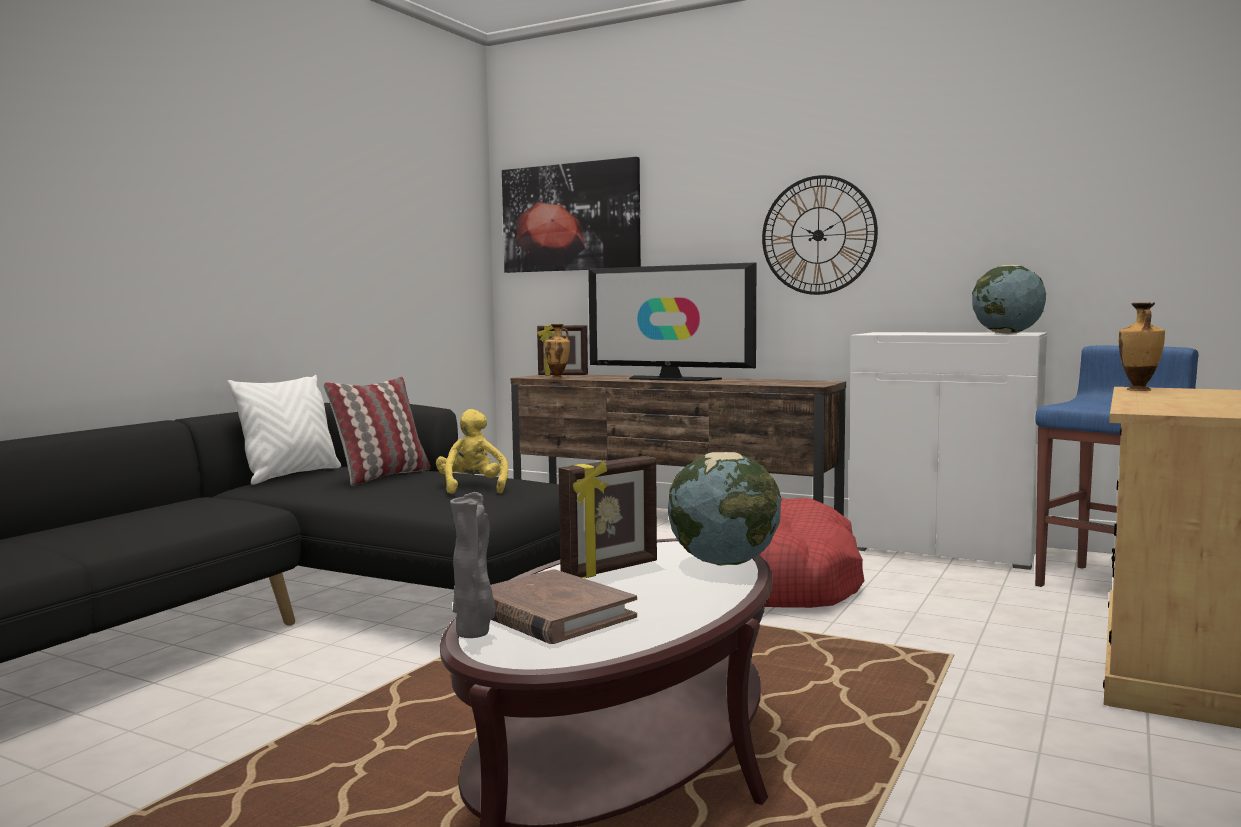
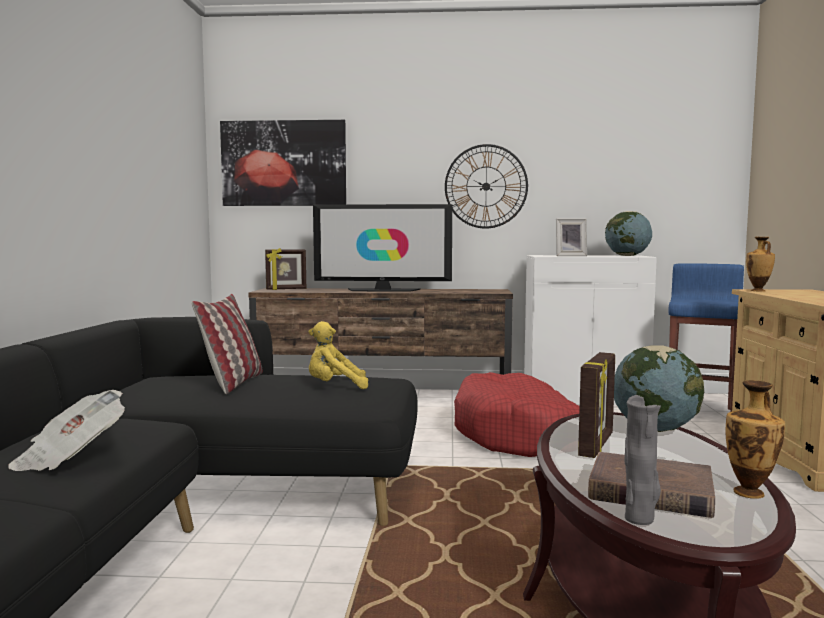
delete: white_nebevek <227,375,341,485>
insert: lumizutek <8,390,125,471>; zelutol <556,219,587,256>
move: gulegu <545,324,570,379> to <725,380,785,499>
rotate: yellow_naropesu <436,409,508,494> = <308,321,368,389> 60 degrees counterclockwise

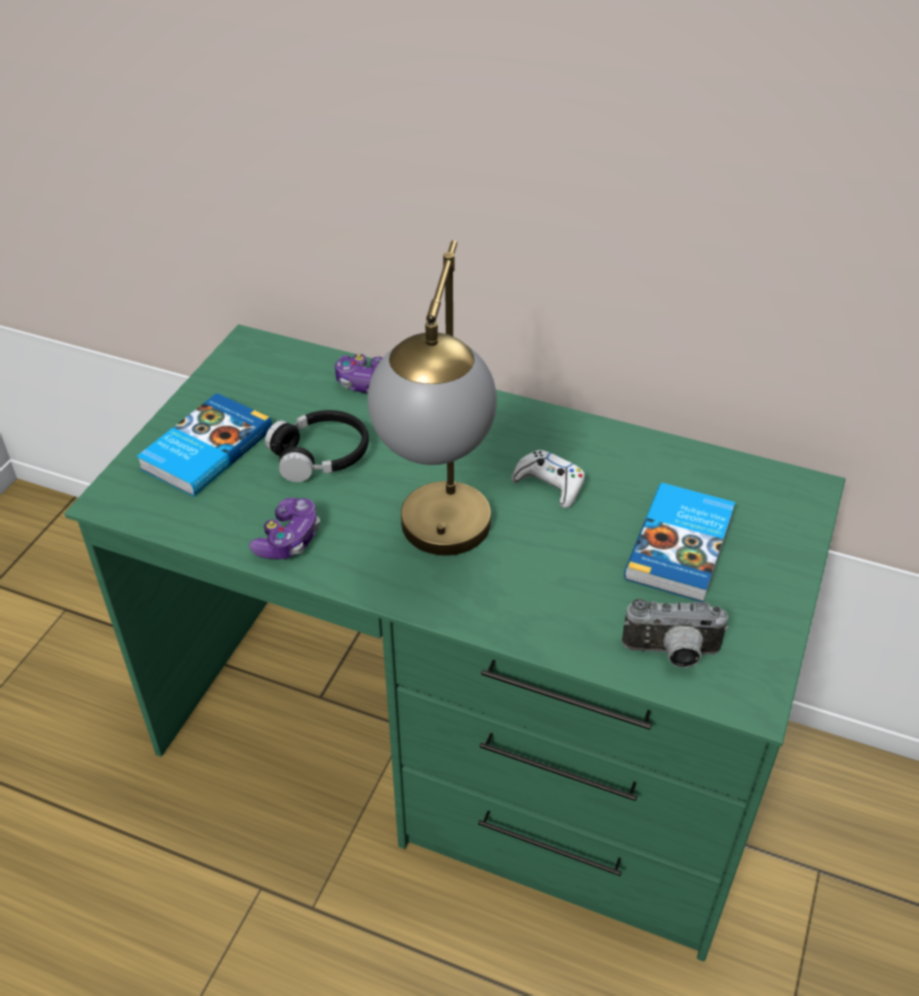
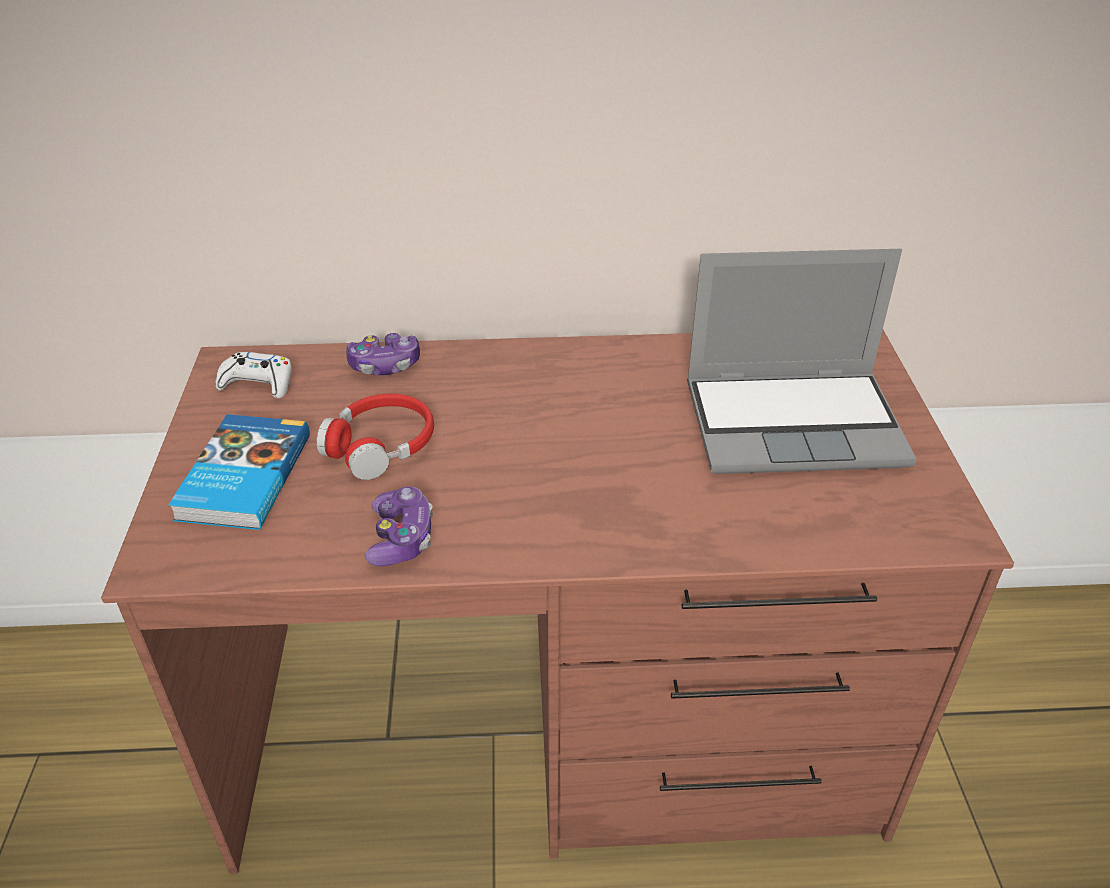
delete: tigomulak <368,240,497,556>; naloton <622,599,729,668>
move: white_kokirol <511,450,585,508> to <215,352,292,399>
replace: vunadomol <624,483,735,602> to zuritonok <687,249,917,474>
recolor: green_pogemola <64,324,846,961> to brown_pogemola <101,330,1014,874>; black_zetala <265,410,369,482> to red_zetala <316,393,434,480>

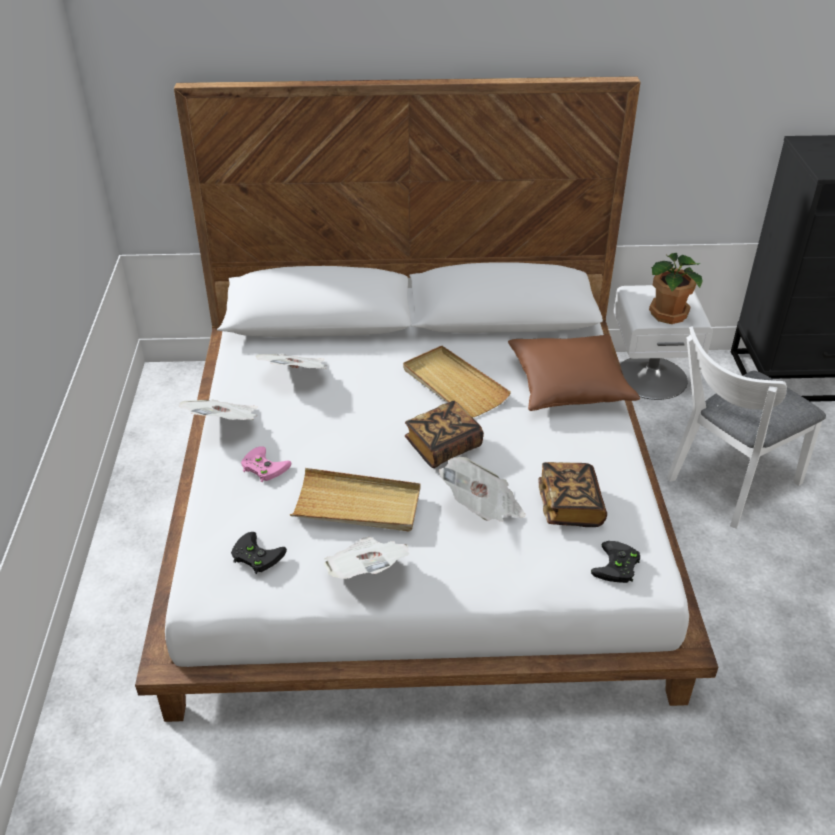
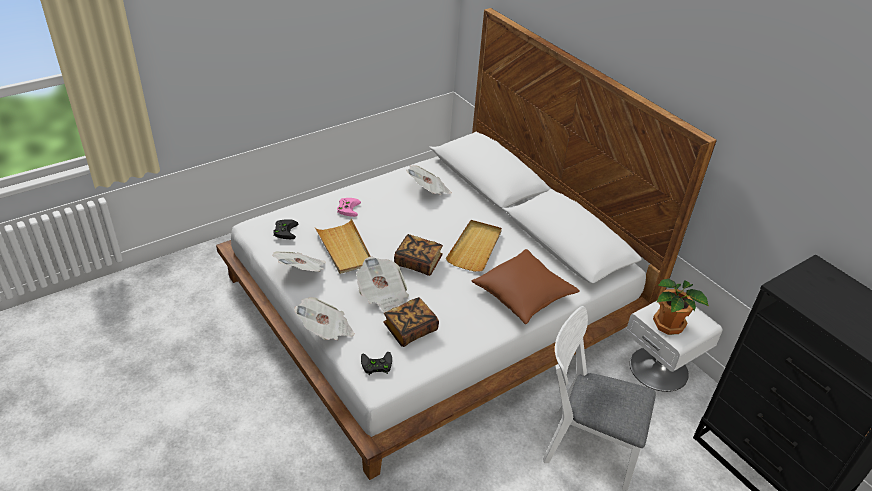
move: lumizutek <179,400,258,420> to <294,297,355,340>

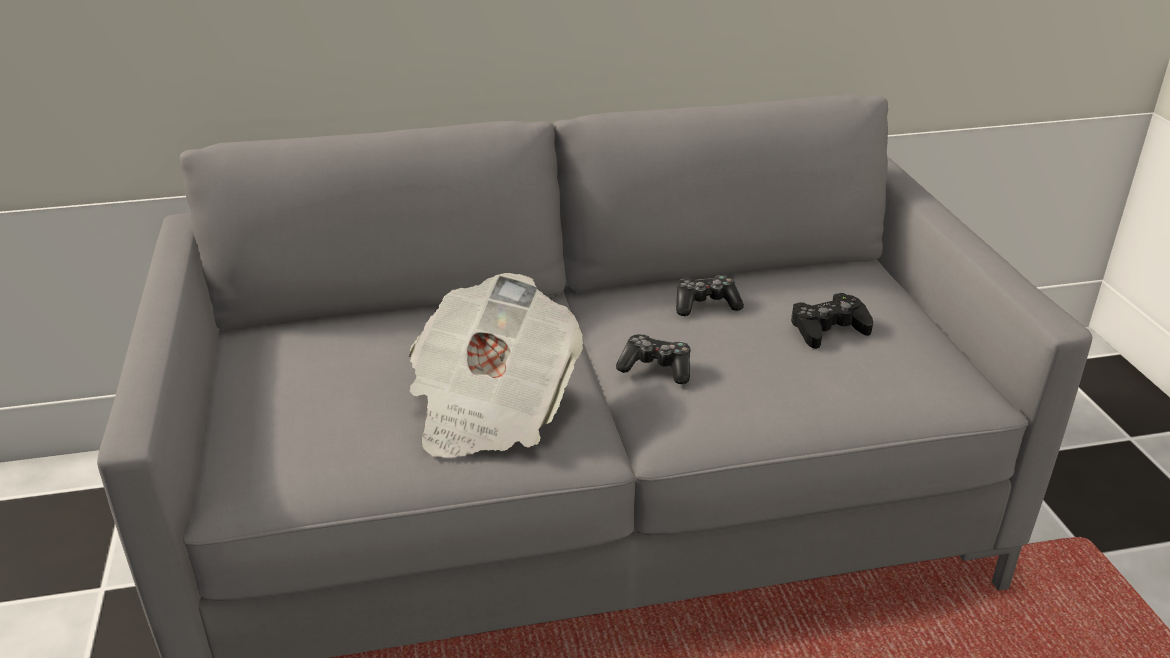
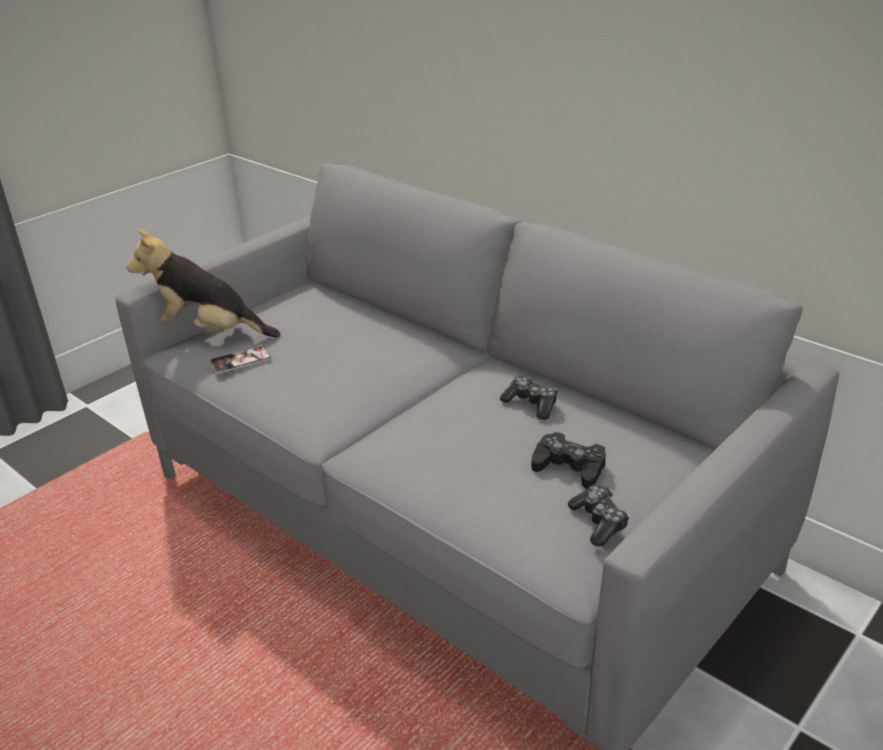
delete: lumizutek <409,273,583,458>
insert: naropesu <126,229,280,338>; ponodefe <210,345,272,374>
move: kokirol <616,334,691,384> to <568,485,630,547>

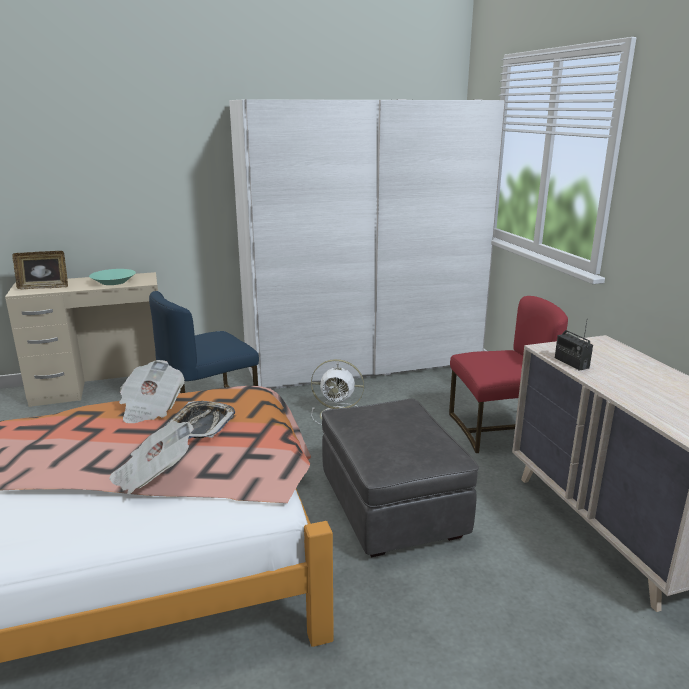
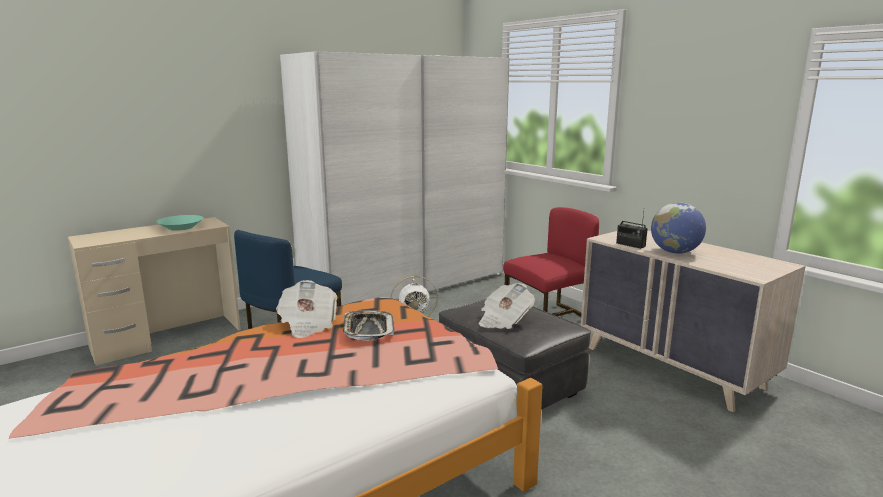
delete: zelutol <12,251,68,289>
insert: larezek <651,203,706,254>
move: lumizutek <109,421,194,494> to <479,283,535,329>

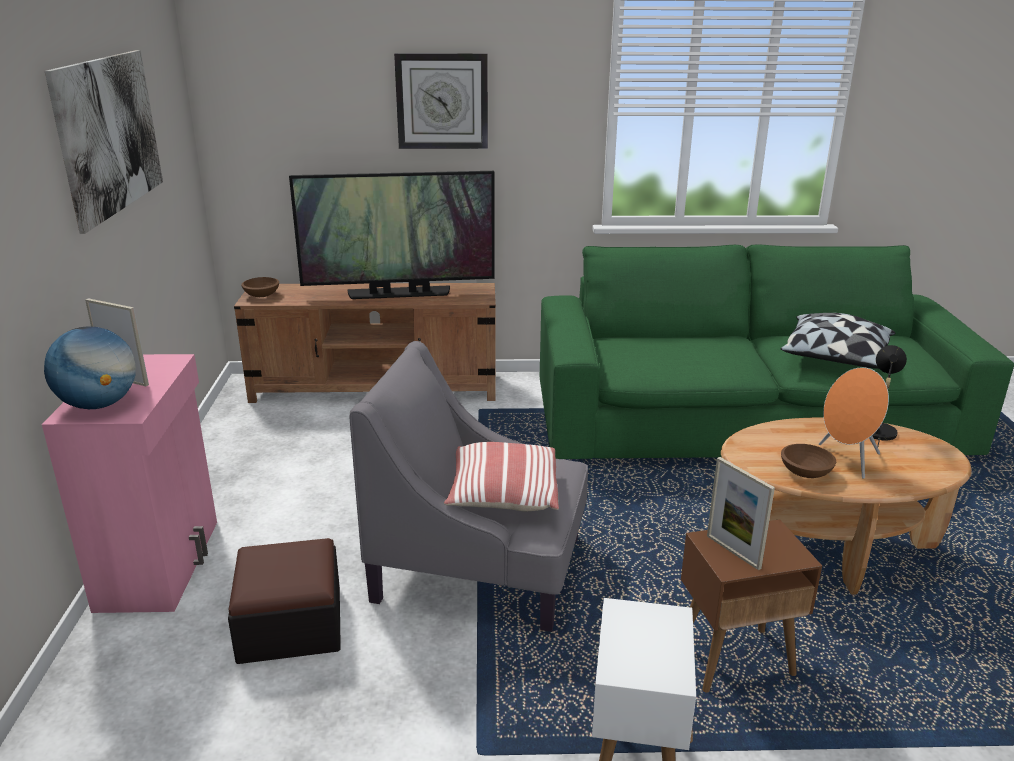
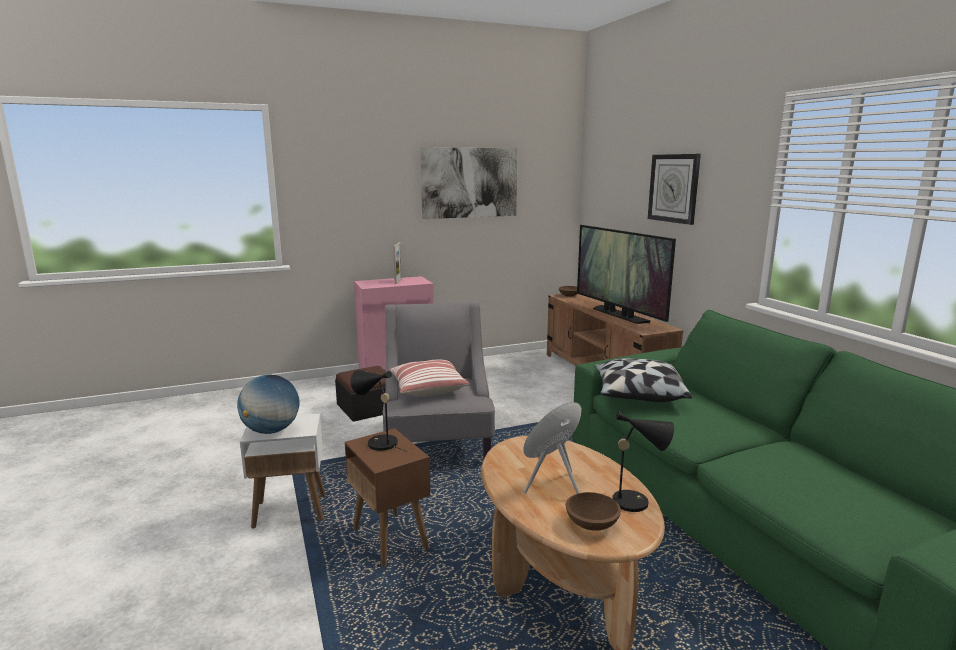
move: larezek <44,326,136,409> to <237,375,299,434>; nebevek <780,313,895,369> to <595,358,692,402>; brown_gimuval <781,444,836,478> to <566,492,621,531>
replace: zelutol <707,457,775,570> to black_tigomulak <350,370,408,452>

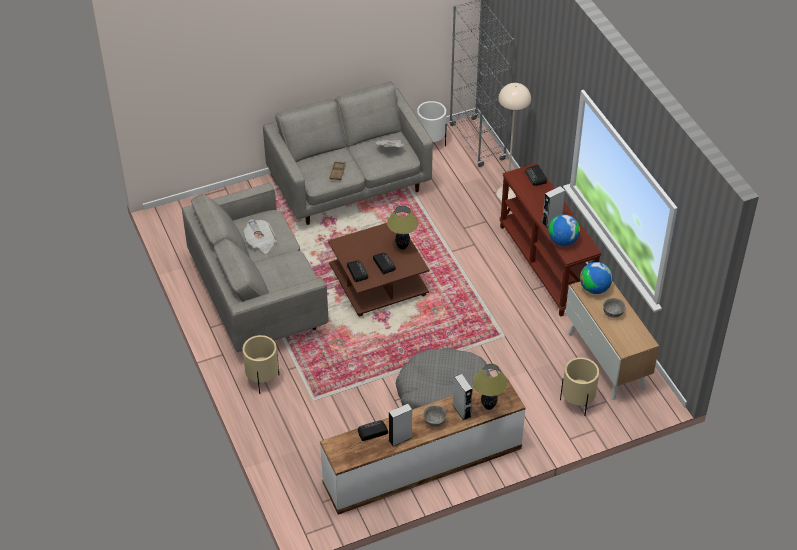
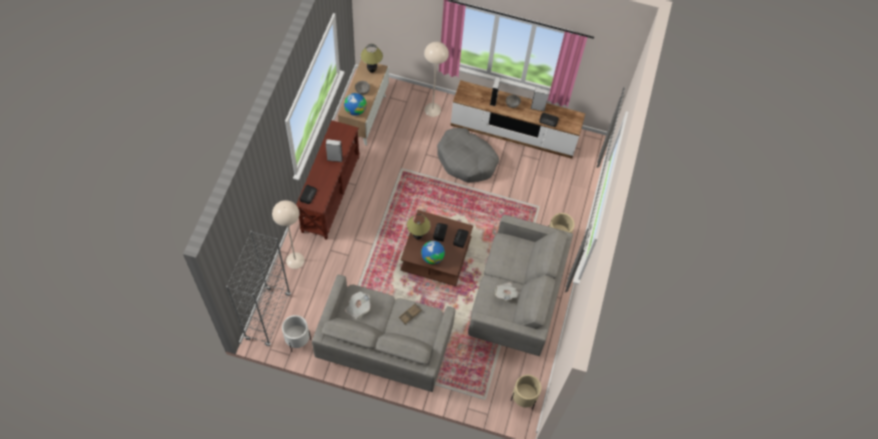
insert: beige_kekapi <424,42,449,117>
move: tigomulak <473,364,508,410> to <361,44,383,73>; larezek <548,214,580,246> to <421,241,445,264>; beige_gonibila <560,357,599,416> to <511,375,541,409>

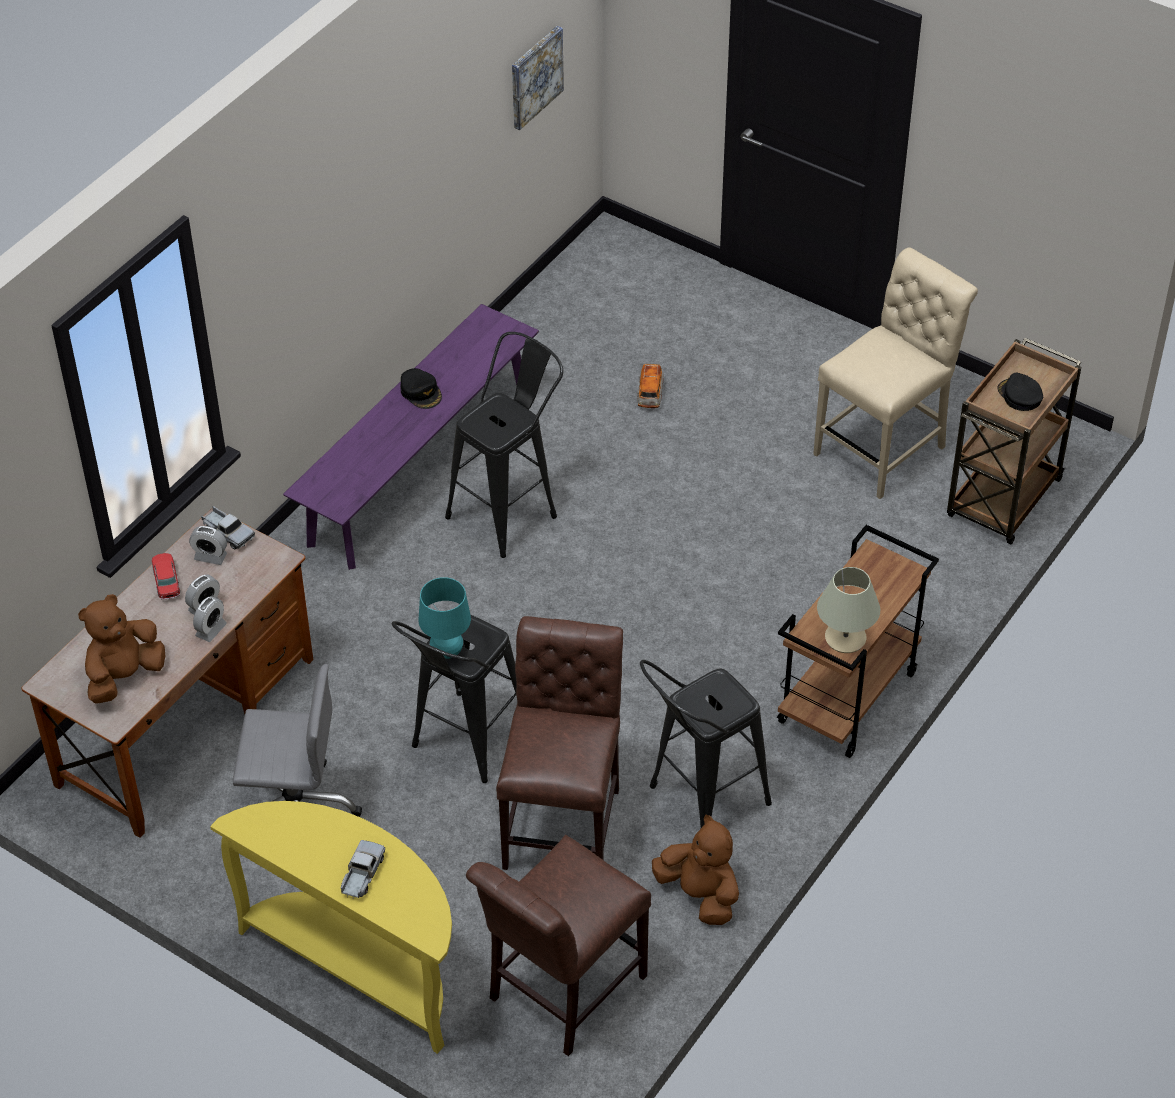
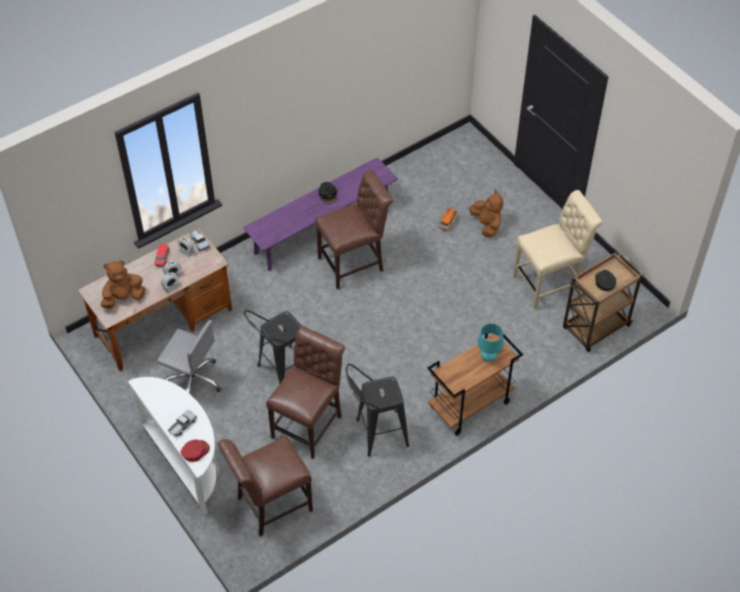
delete: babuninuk <512,26,564,130>; beige_tigomulak <817,567,880,653>
insert: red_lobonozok <181,440,210,462>
move: turquoise_tigomulak <419,577,471,659> to <477,323,503,362>; brown_naropesu <652,815,739,925> to <469,190,503,238>
replace: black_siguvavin <445,332,563,558> to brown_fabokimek <315,170,393,289>
recolor: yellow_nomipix <210,801,452,1054> to white_nomipix <128,377,220,516>

